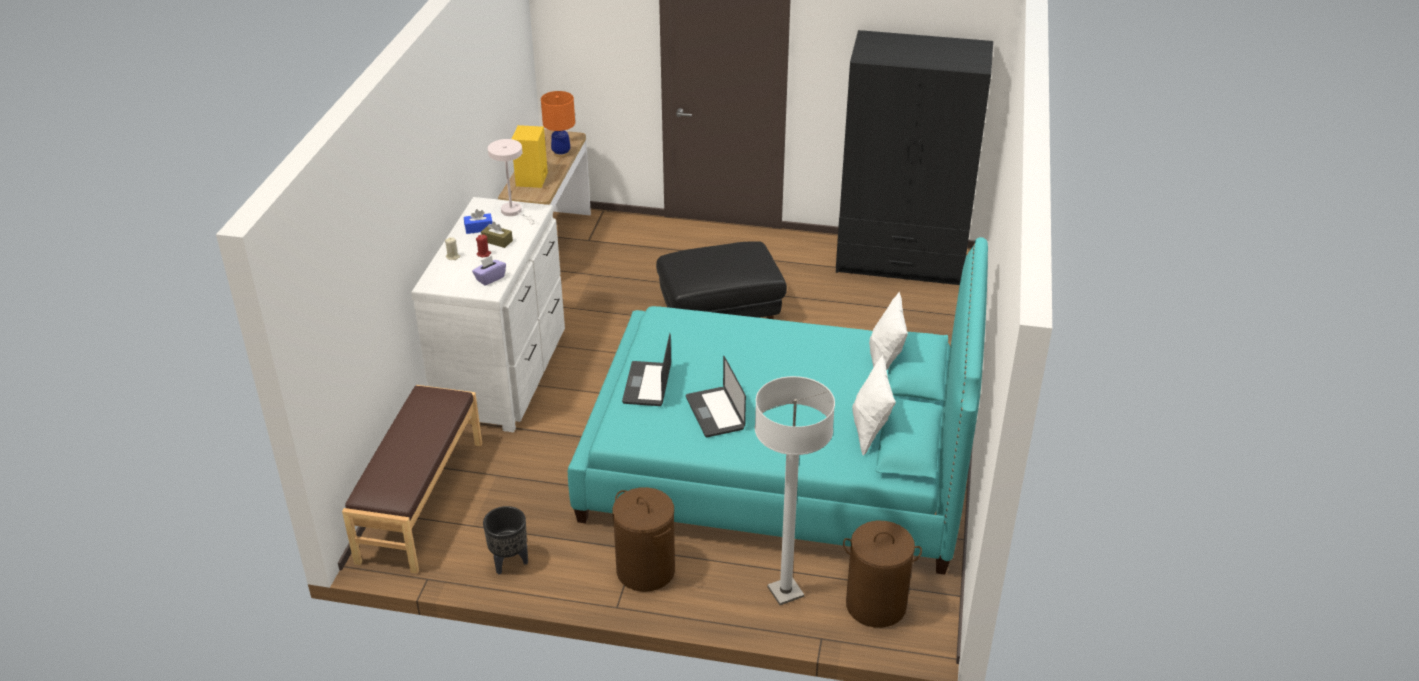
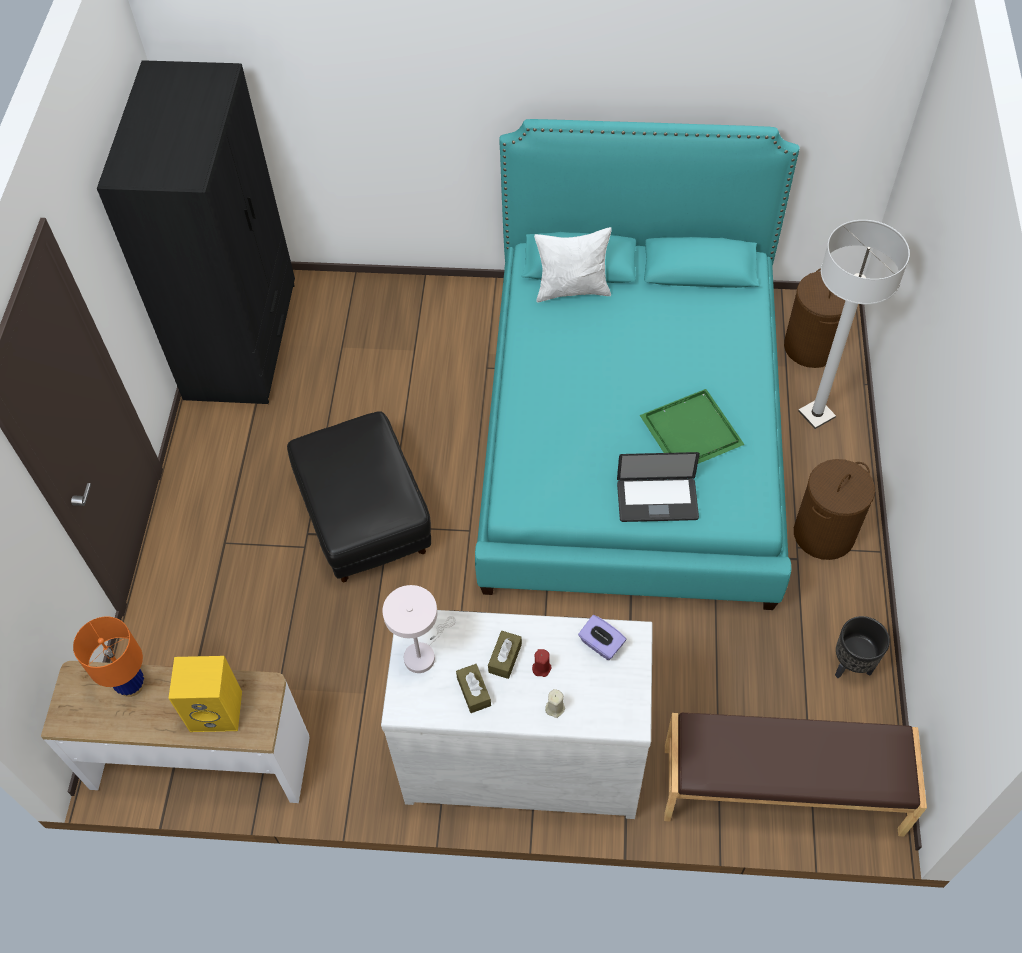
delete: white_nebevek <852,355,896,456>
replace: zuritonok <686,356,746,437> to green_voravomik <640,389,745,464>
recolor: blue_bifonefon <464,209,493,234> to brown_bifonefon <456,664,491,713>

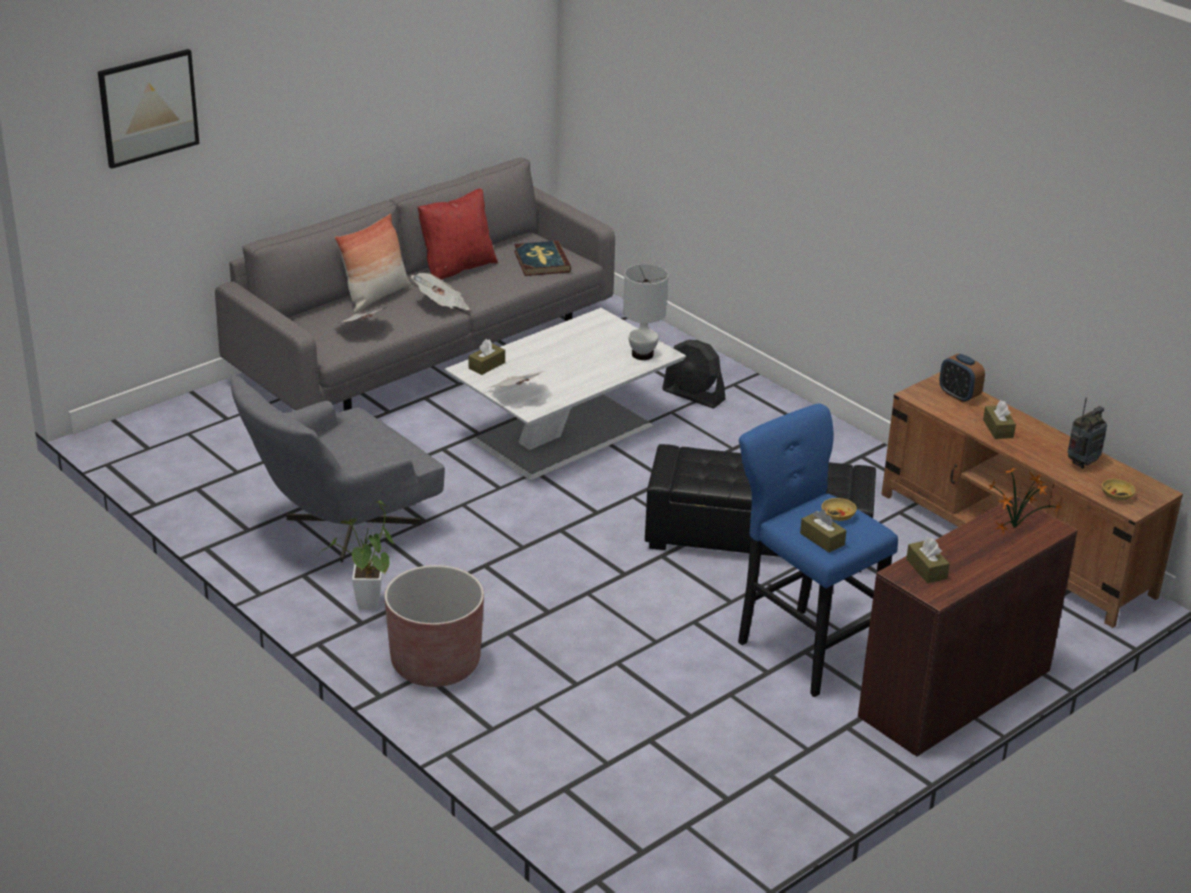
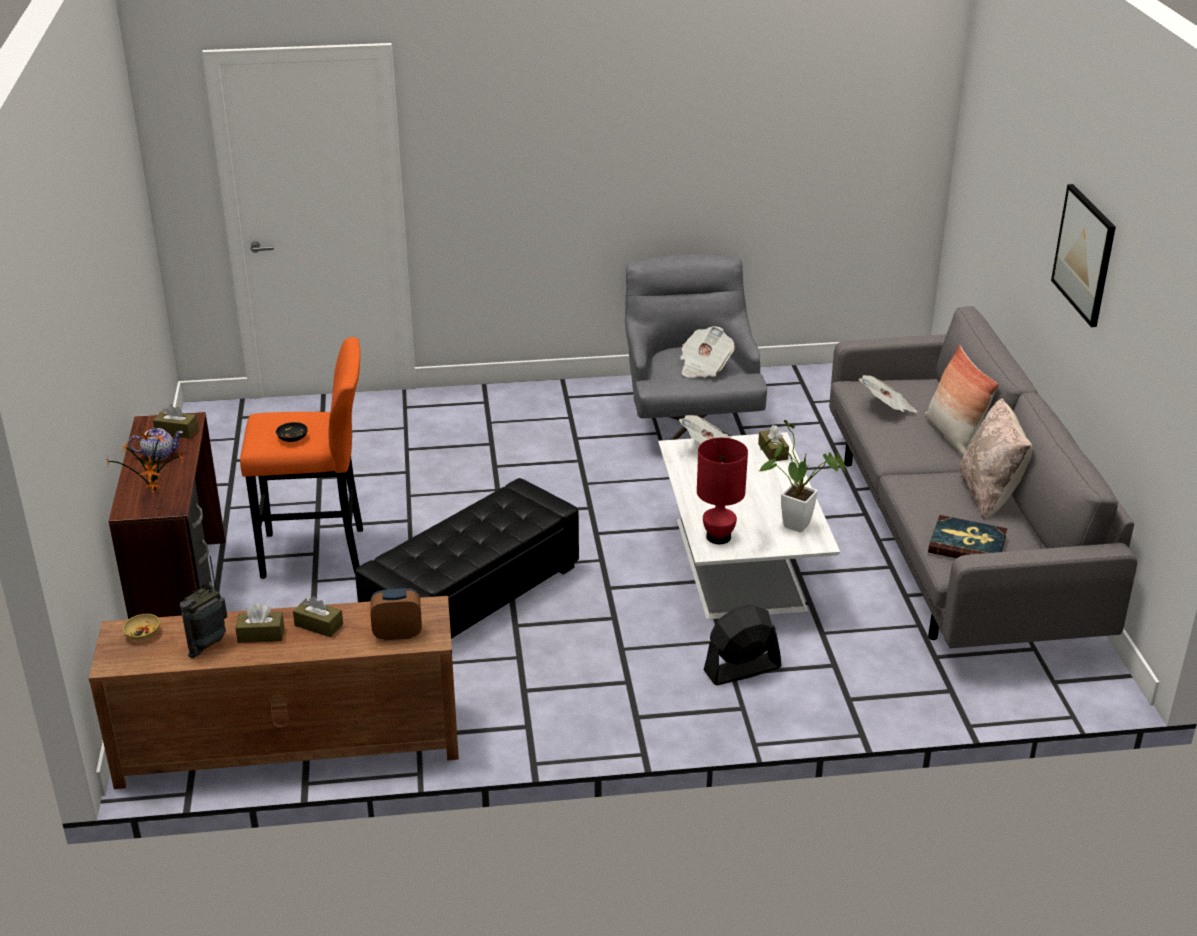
delete: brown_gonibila <384,565,484,687>
insert: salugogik <129,428,183,461>
move: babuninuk <98,49,199,169> to <1051,184,1116,327>; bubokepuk <318,501,394,610> to <759,420,846,533>; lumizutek <411,273,470,310> to <680,326,735,377>; brown_bifonefon <800,510,847,552> to <235,604,284,643>
recolor: red_nebevek <417,188,498,279> to beige_nebevek <959,398,1033,519>; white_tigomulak <623,264,668,360> to red_tigomulak <697,438,748,544>; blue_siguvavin <738,404,898,697> to orange_siguvavin <240,337,363,579>; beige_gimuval <821,498,857,521> to black_gimuval <276,422,308,442>
rotate: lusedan <1068,397,1107,469> = <180,556,227,658> 45 degrees clockwise

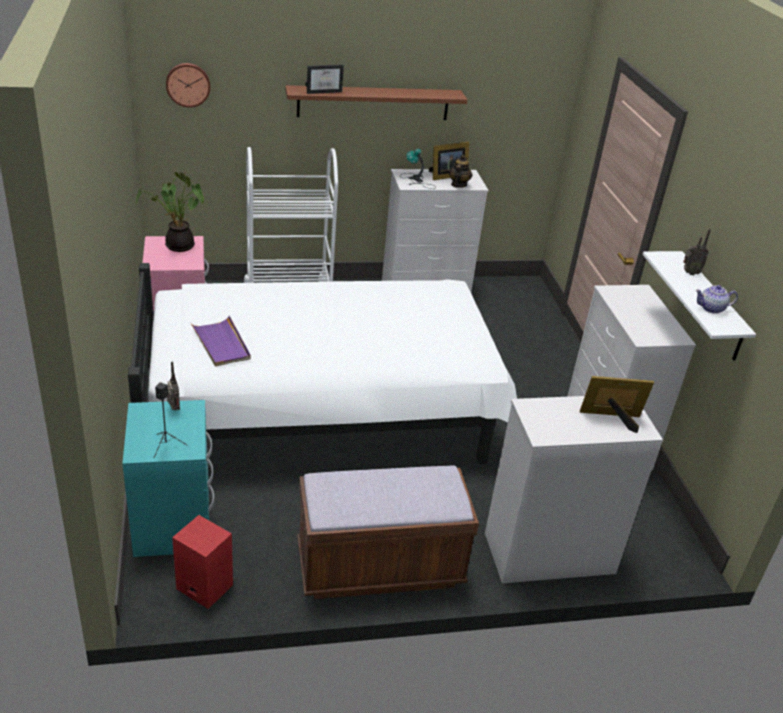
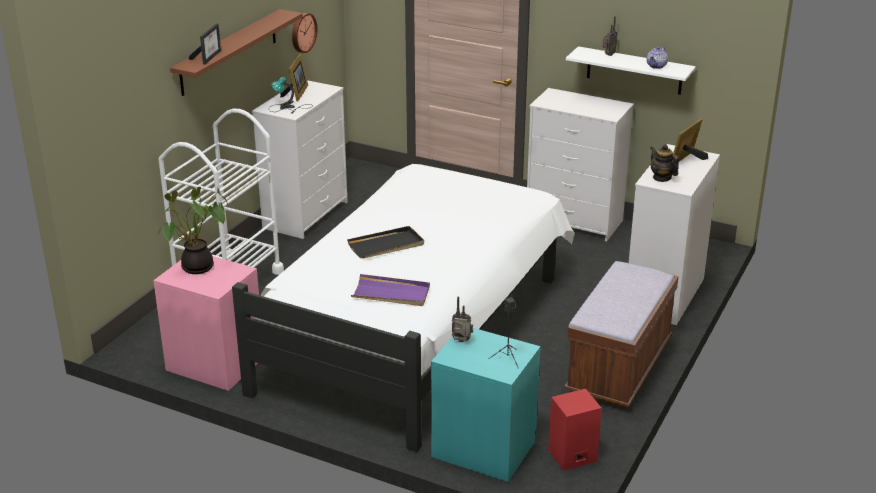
insert: black_voravomik <347,226,424,259>
move: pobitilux <166,63,210,108> to <292,13,317,53>; salugogik <449,155,472,188> to <651,144,679,182>

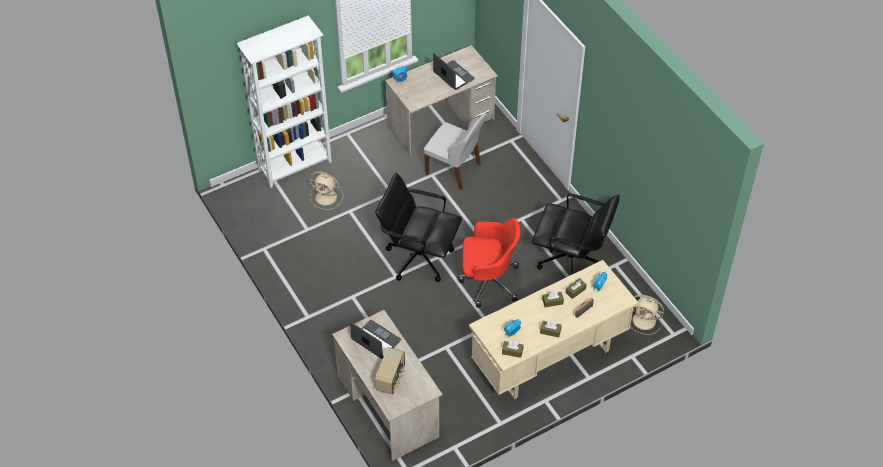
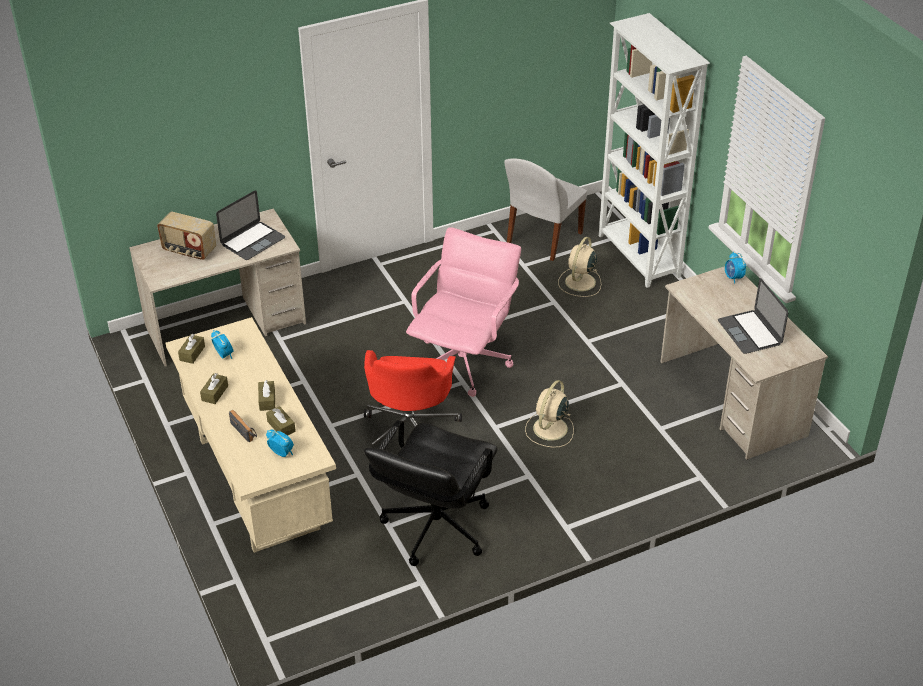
move: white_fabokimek <424,113,487,190> to <504,158,587,261>; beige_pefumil <630,295,664,335> to <525,380,574,448>
recolor: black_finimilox <375,173,462,282> to pink_finimilox <406,227,521,397>
rotate: zuritonok <433,53,475,90> = <718,278,788,354> 105 degrees clockwise

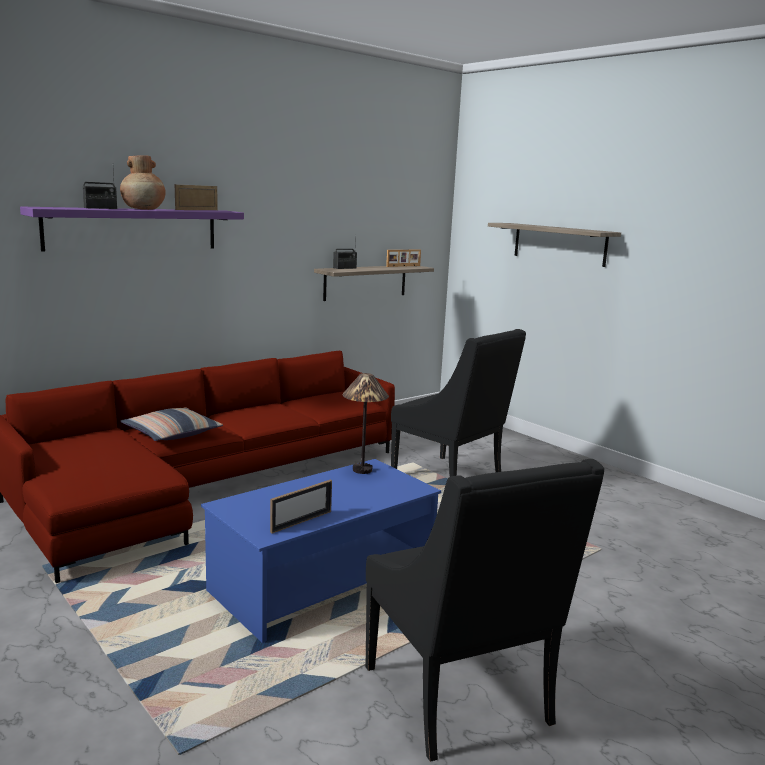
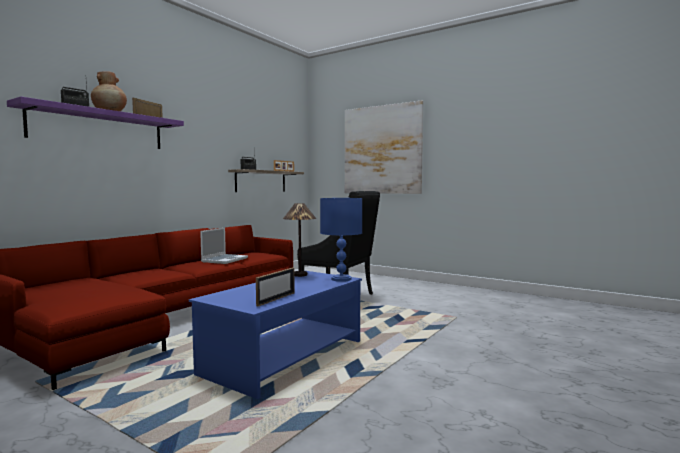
delete: nebevek <121,407,223,441>; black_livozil <366,459,604,762>
insert: zuritonok <200,228,248,264>; blue_tigomulak <320,198,362,282>
replace: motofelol <488,223,621,267> to babuninuk <345,101,423,194>

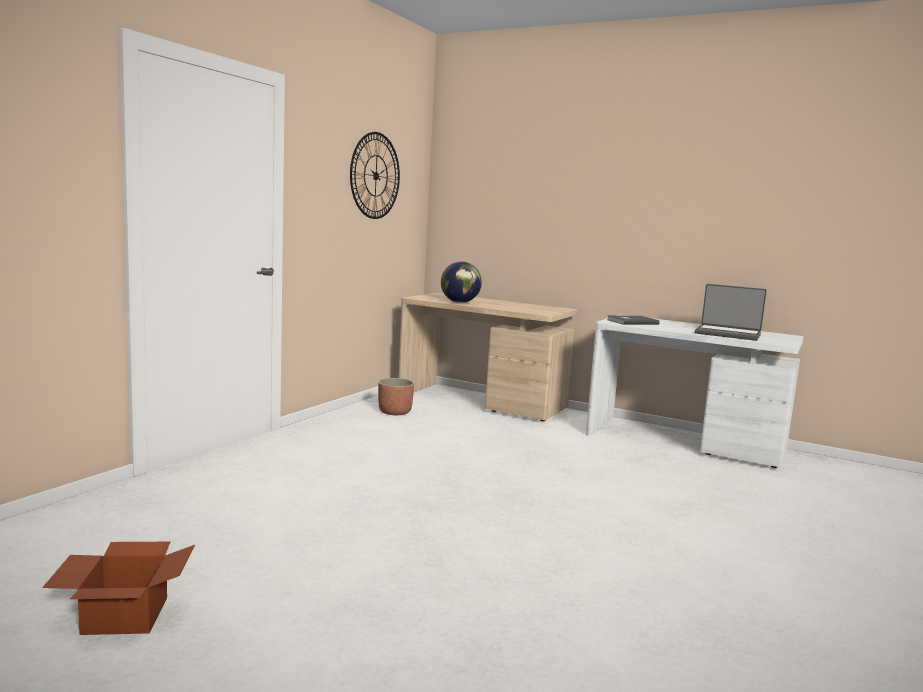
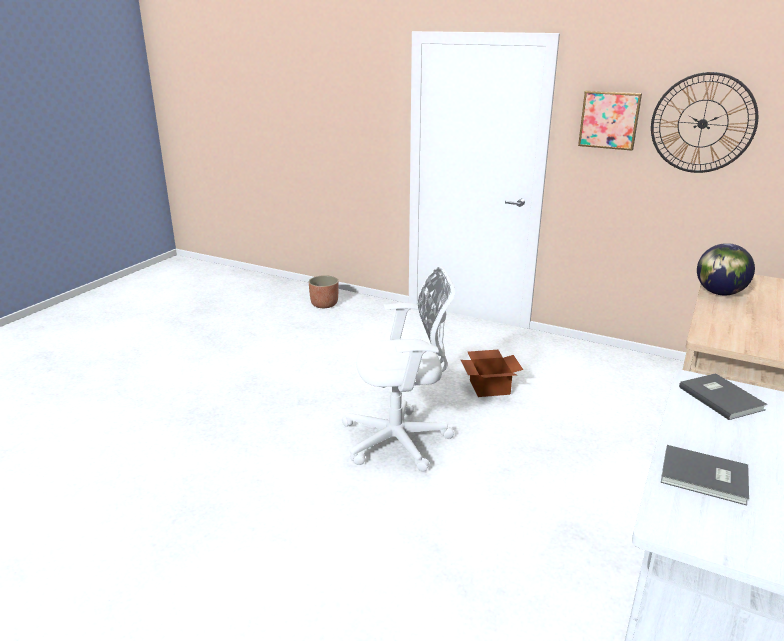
insert: white_finimilox <342,266,455,471>; babuninuk <578,90,642,151>
move: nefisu <42,542,195,635> to <461,350,523,397>; gonibila <378,378,414,415> to <309,275,338,308>
replace: zuritonok <695,284,767,341> to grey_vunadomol <661,445,749,506>

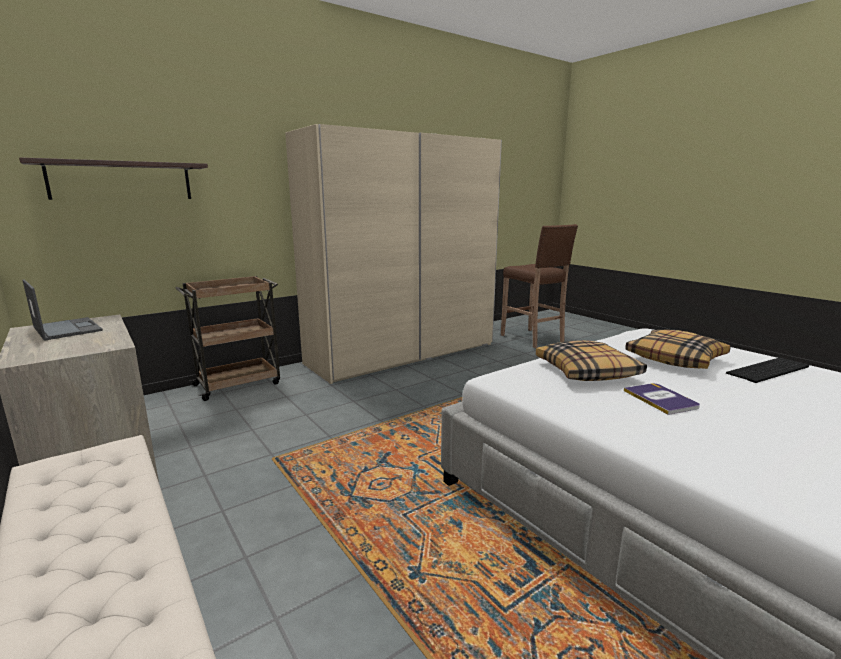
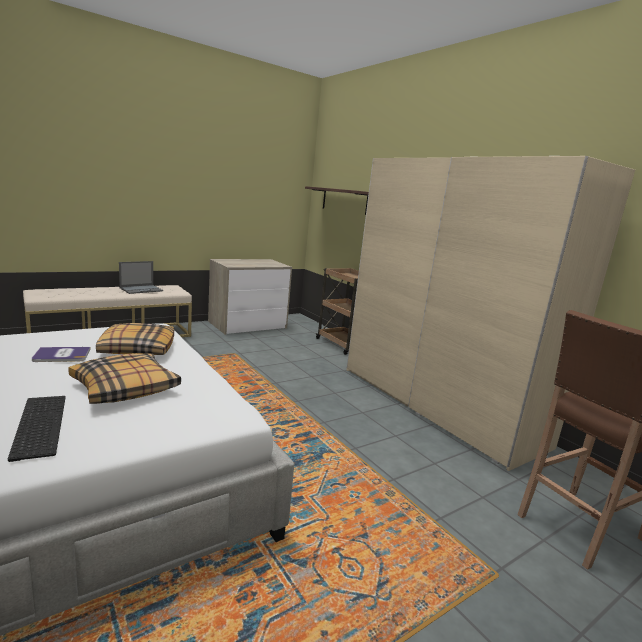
move: zuritonok <23,280,103,341> to <119,261,163,294>

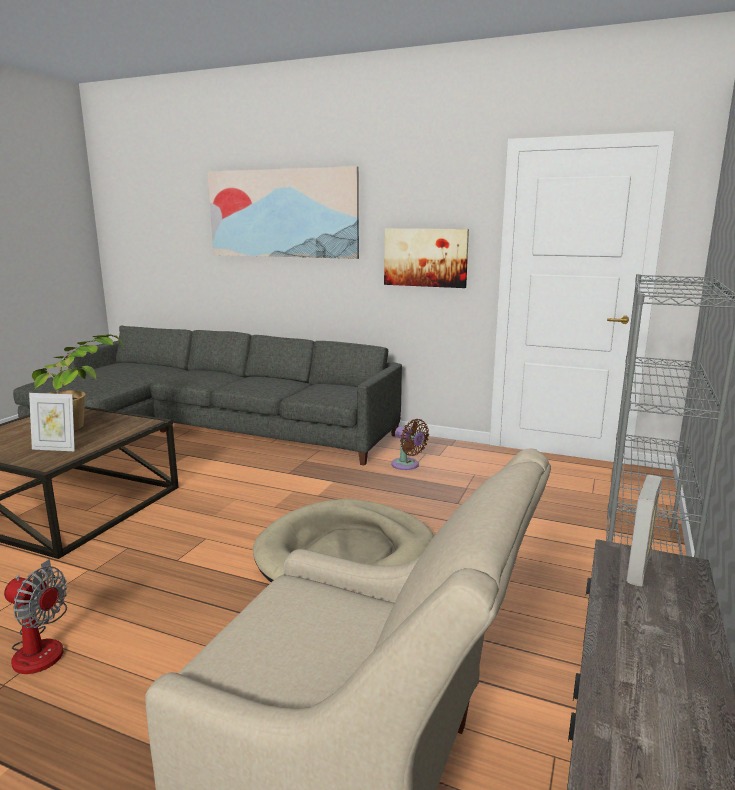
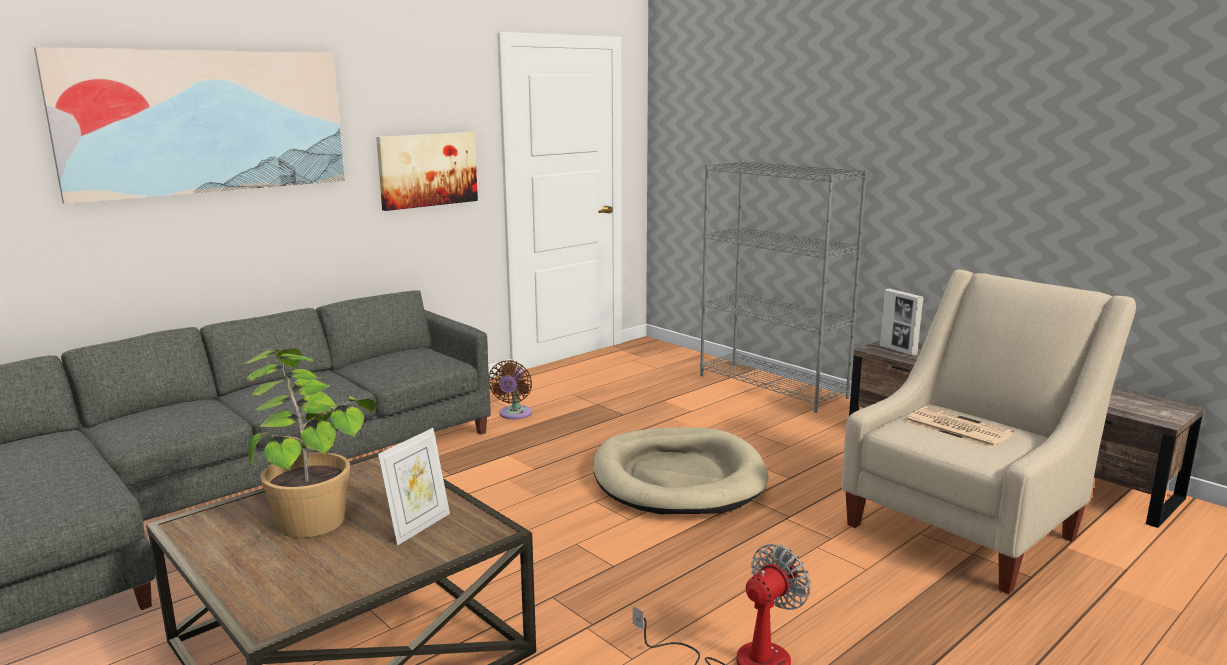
insert: lumizutek <904,406,1014,448>
rotate: brown_pefumil <391,419,429,470> = <489,360,532,419> 120 degrees clockwise

